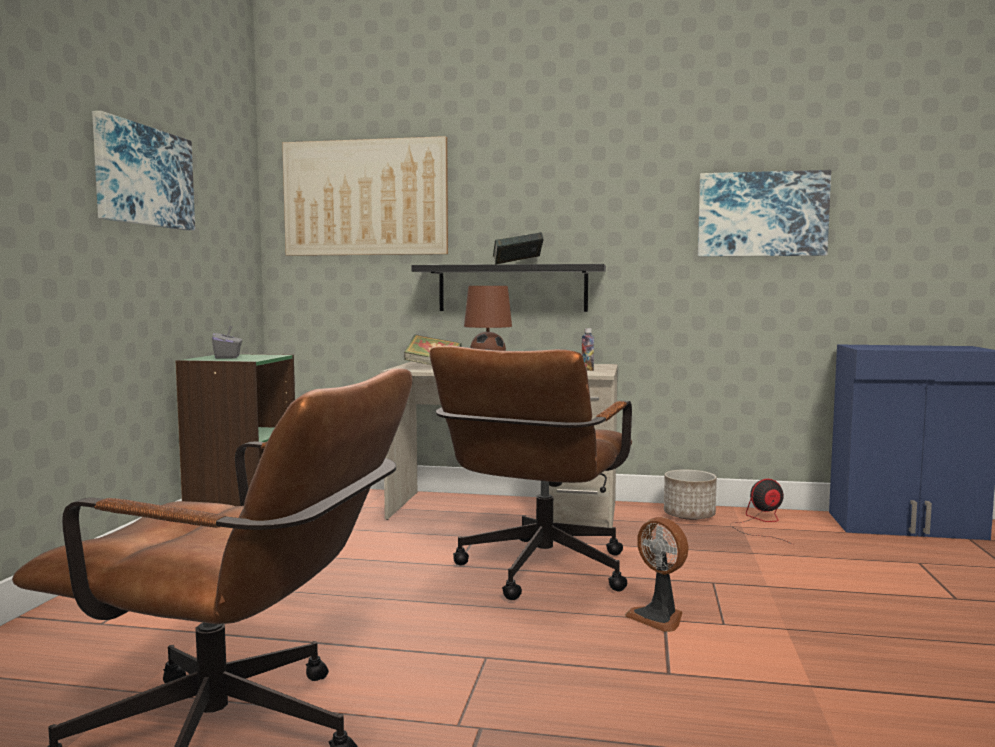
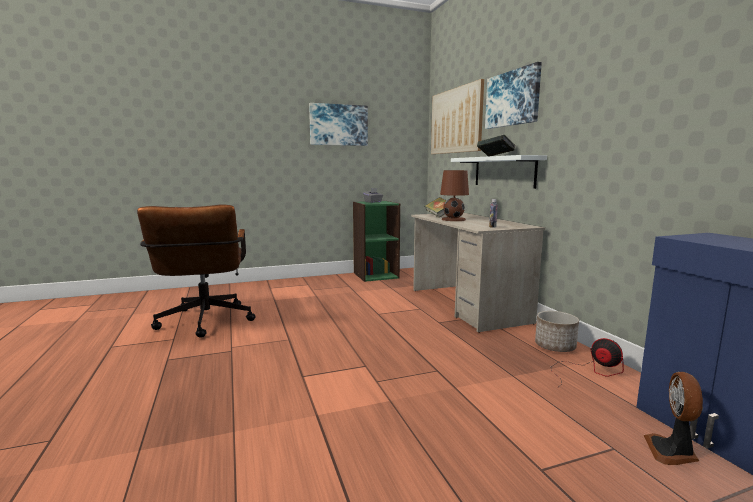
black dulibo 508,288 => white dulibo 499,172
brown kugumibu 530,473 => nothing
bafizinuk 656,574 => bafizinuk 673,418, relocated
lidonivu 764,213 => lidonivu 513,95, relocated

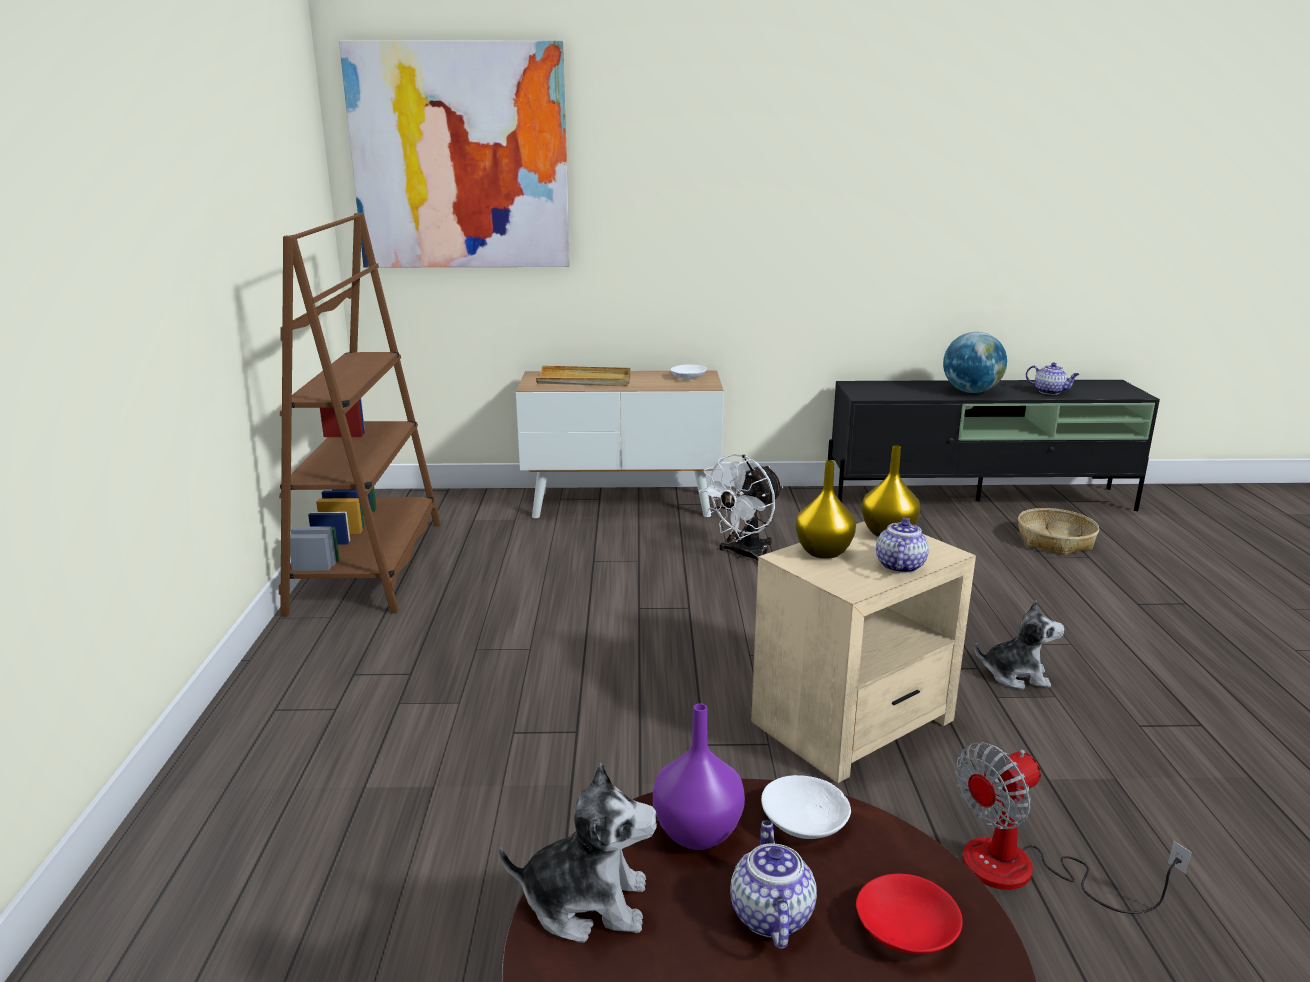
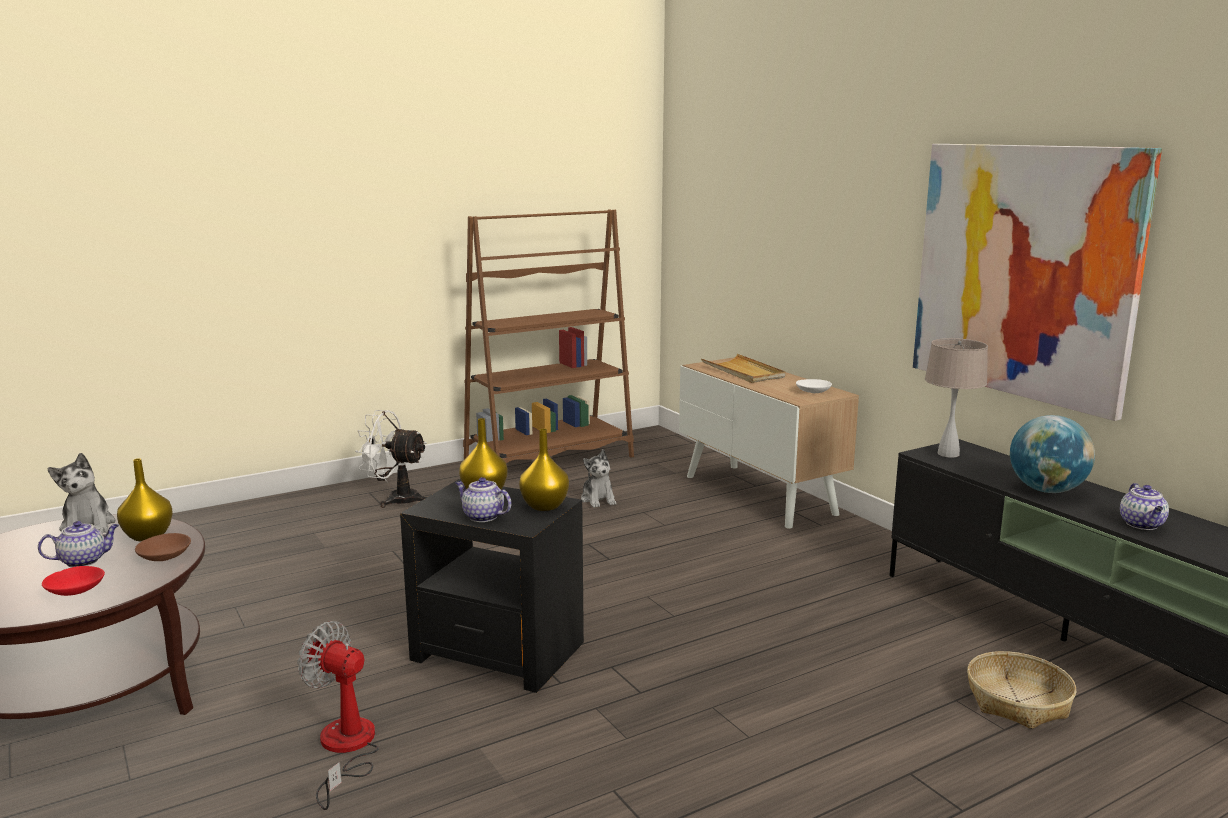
lidonivu 454,154 => lidonivu 1037,282, relocated
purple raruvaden 699,776 => yellow raruvaden 145,499
white bafizinuk 741,507 => white bafizinuk 391,459, relocated
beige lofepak 863,652 => black lofepak 492,586
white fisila 806,807 => brown fisila 163,547
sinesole 902,545 => sinesole 483,499, 135 degrees counterclockwise
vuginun 1020,644 => vuginun 598,478, relocated
nothing => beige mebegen 956,398

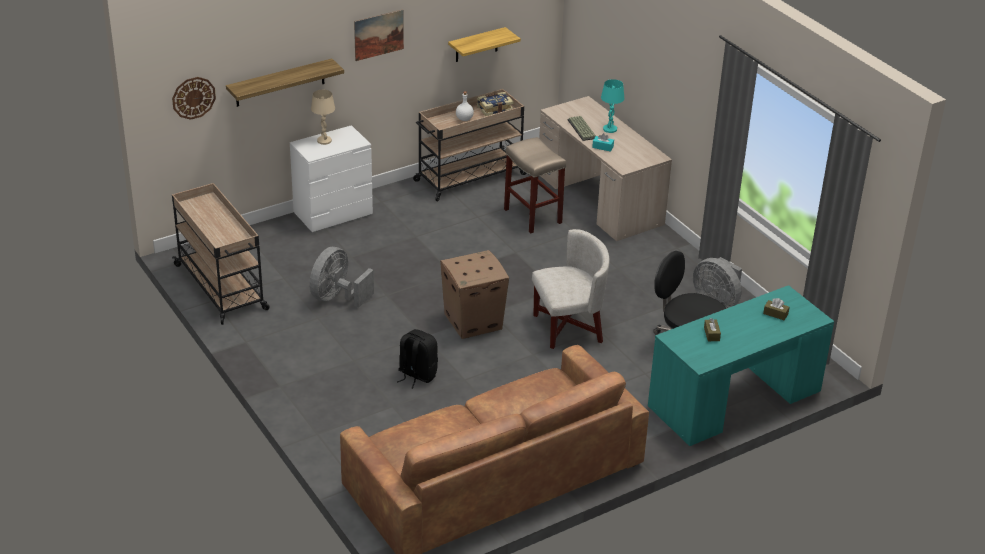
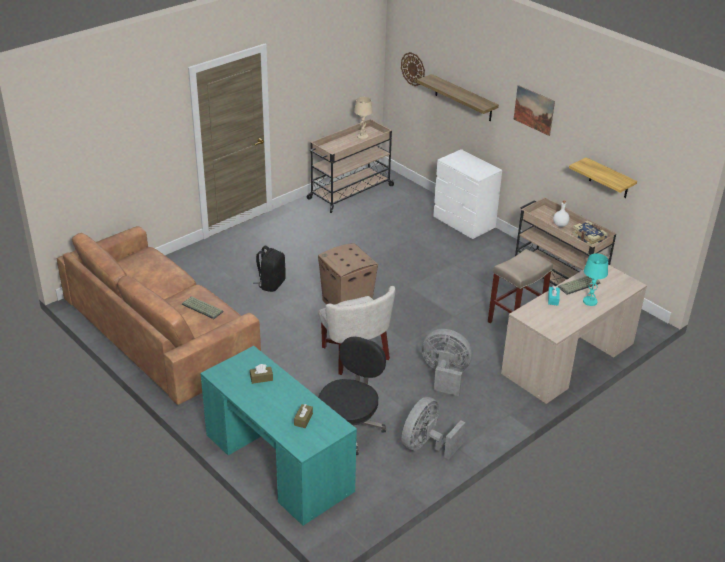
grey bafizinuk 341,277 => grey bafizinuk 447,362, relocated
beige mebegen 323,117 => beige mebegen 363,118, relocated
nothing => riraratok 202,307

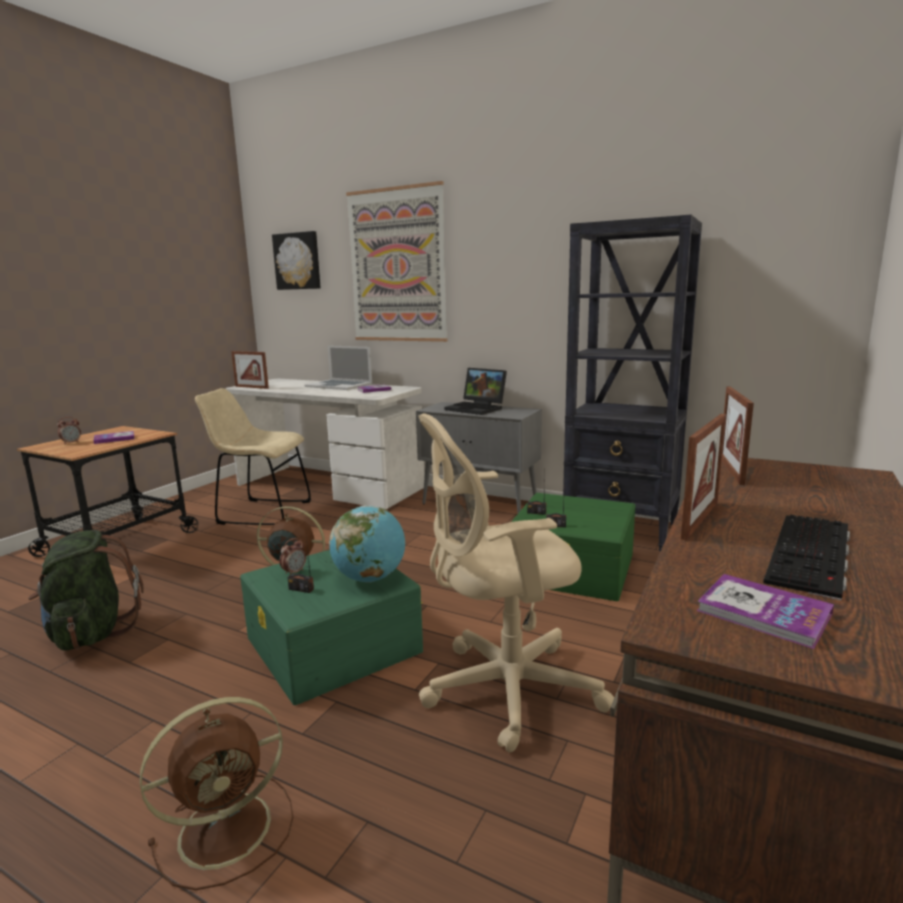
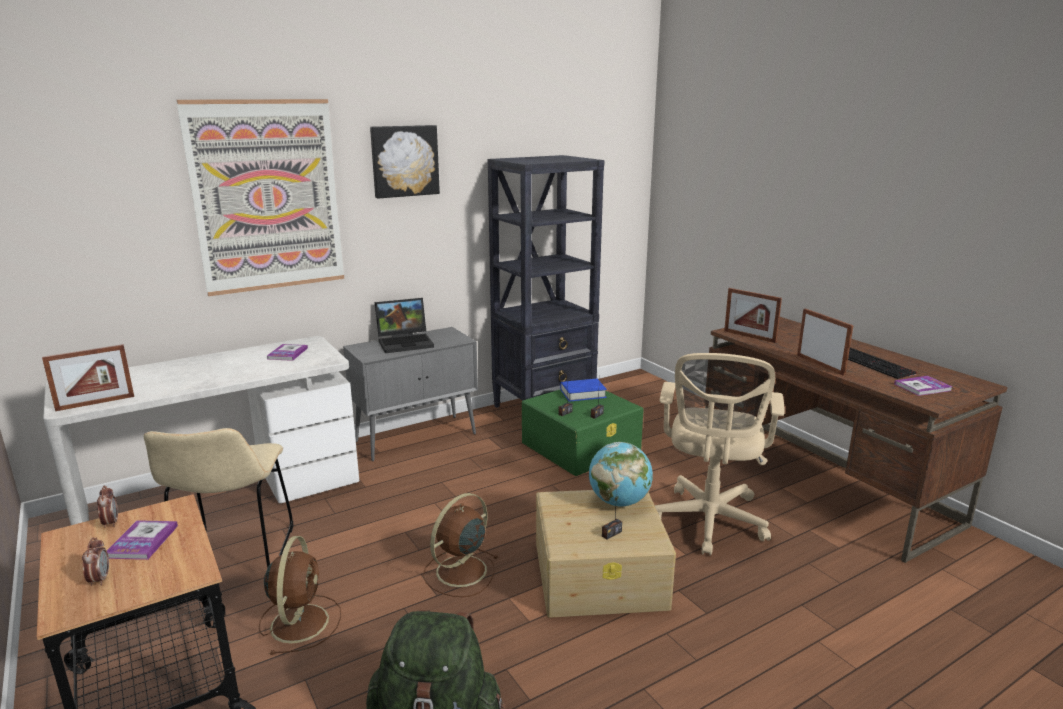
brown bafizinuk 216,793 => brown bafizinuk 300,595, relocated
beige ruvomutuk 253,456 => beige ruvomutuk 219,498, 45 degrees counterclockwise
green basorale 331,627 => beige basorale 606,554
lidonivu 296,260 => lidonivu 405,161, relocated
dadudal 292,556 => dadudal 107,506, relocated
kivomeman 338,367 => nothing
nothing => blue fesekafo 583,390

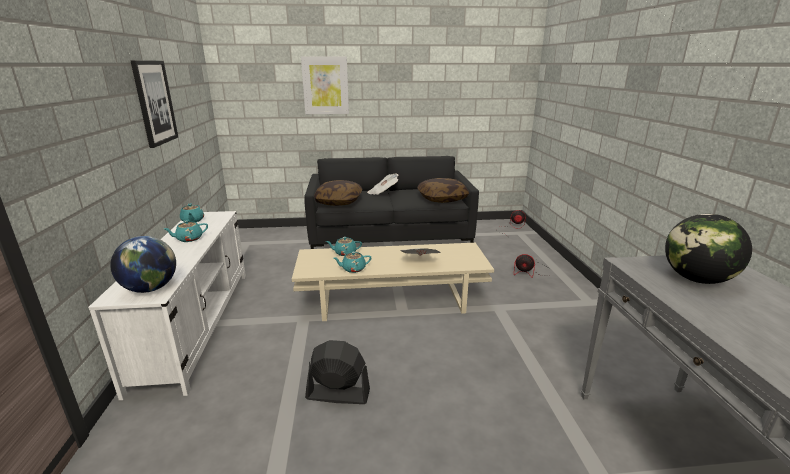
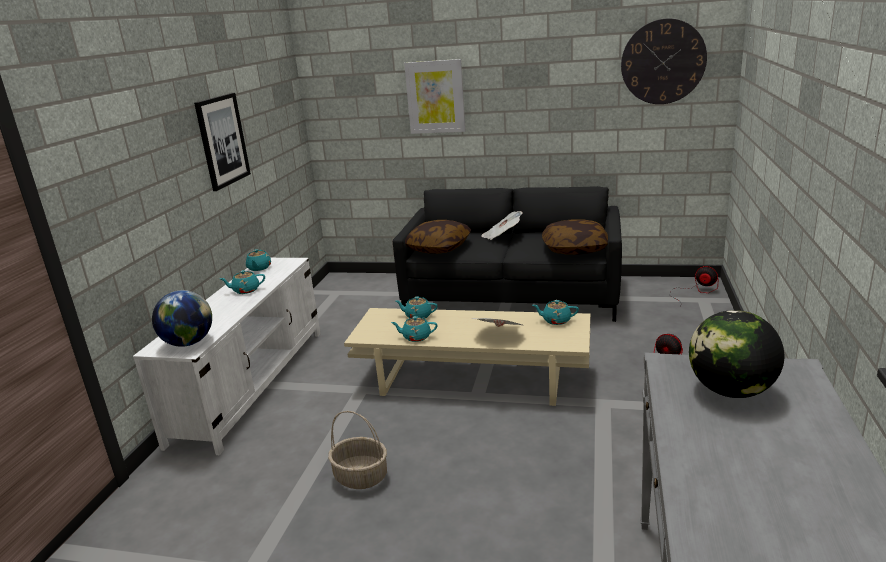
black bafizinuk 337,372 => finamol 357,450
nothing => turquoise sinesole 556,312
nothing => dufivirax 664,61

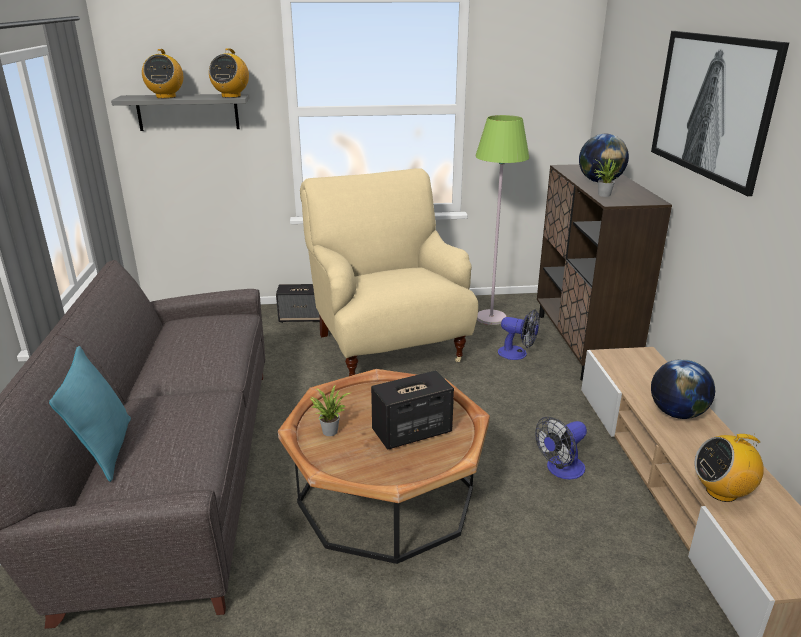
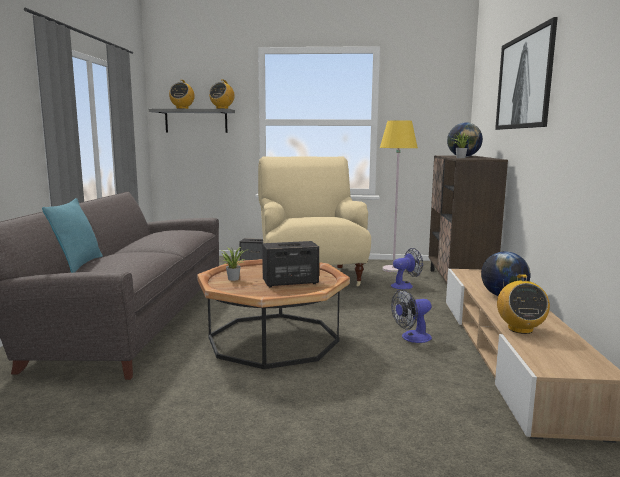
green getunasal 502,220 => yellow getunasal 399,196
bafizinuk 519,335 => bafizinuk 407,268, 60 degrees counterclockwise
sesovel 729,468 => sesovel 523,304, 90 degrees counterclockwise

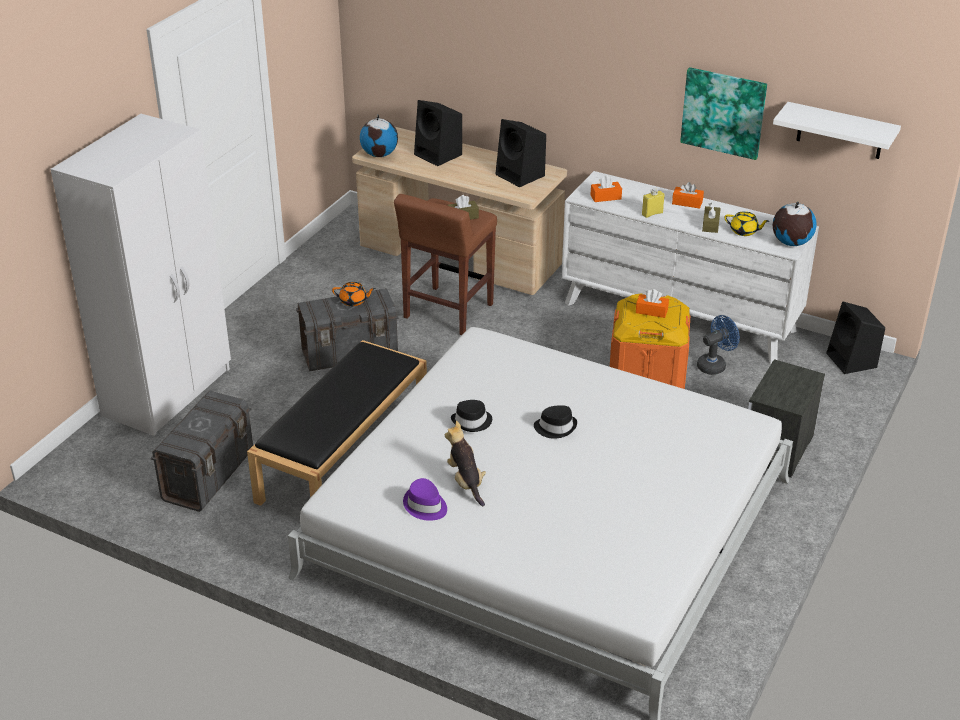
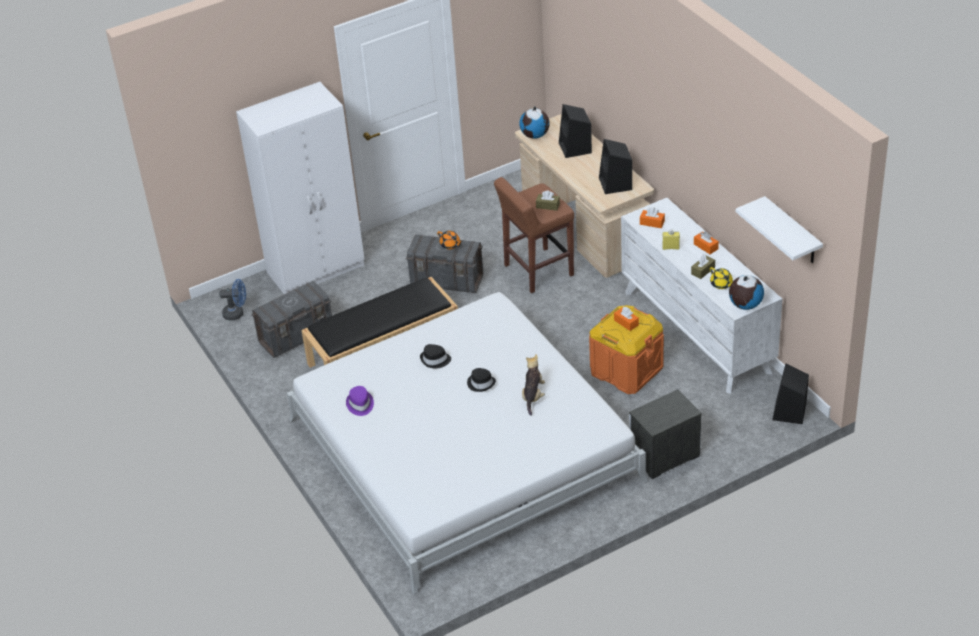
vuginun 465,463 => vuginun 533,385, relocated
lidonivu 723,113 => nothing
blue bafizinuk 718,345 => blue bafizinuk 232,299, relocated

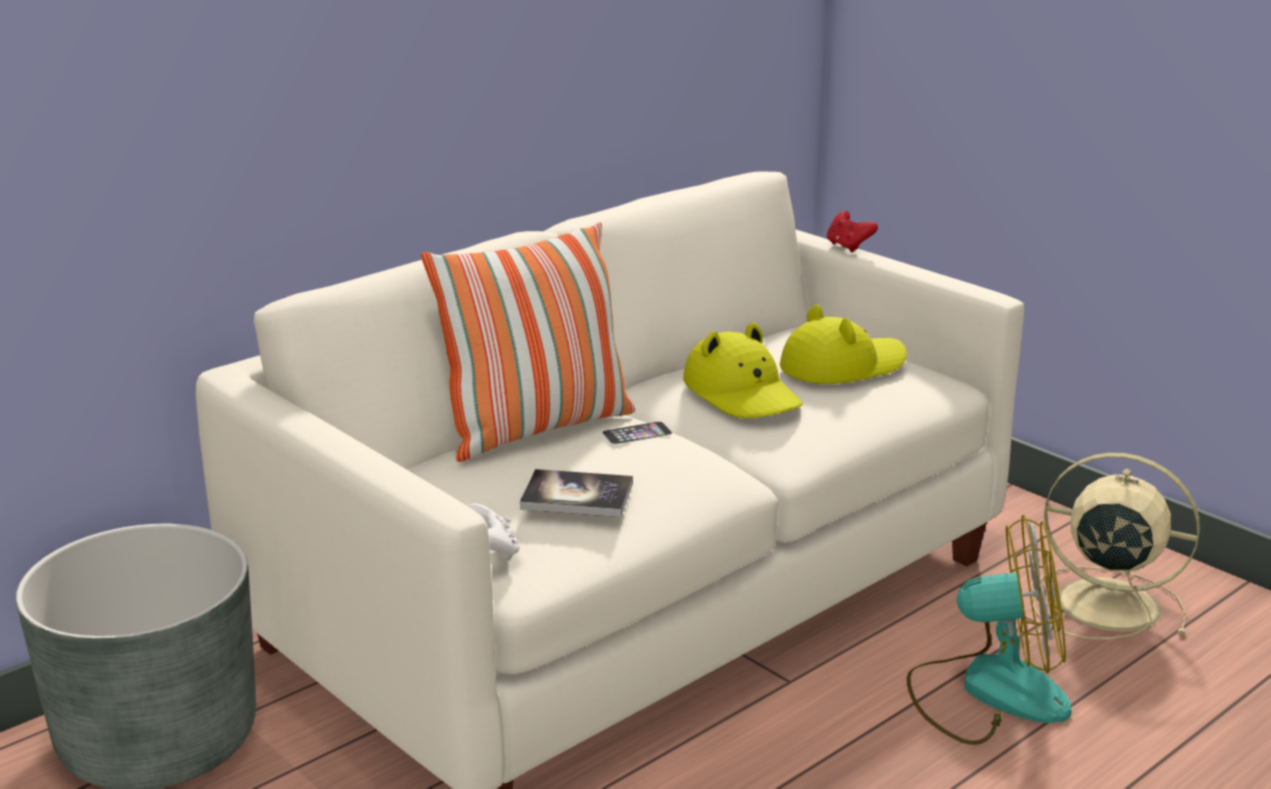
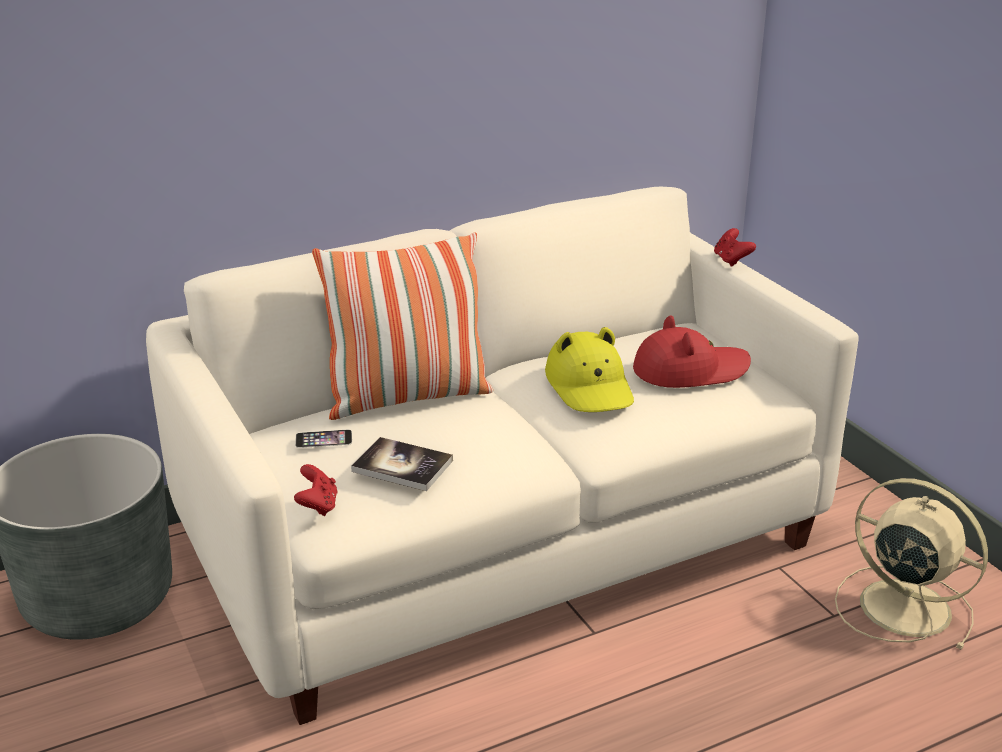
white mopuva 494,532 => red mopuva 316,490
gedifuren 637,433 => gedifuren 323,439, relocated
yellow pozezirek 843,344 => red pozezirek 692,352
bafizinuk 989,629 => nothing

